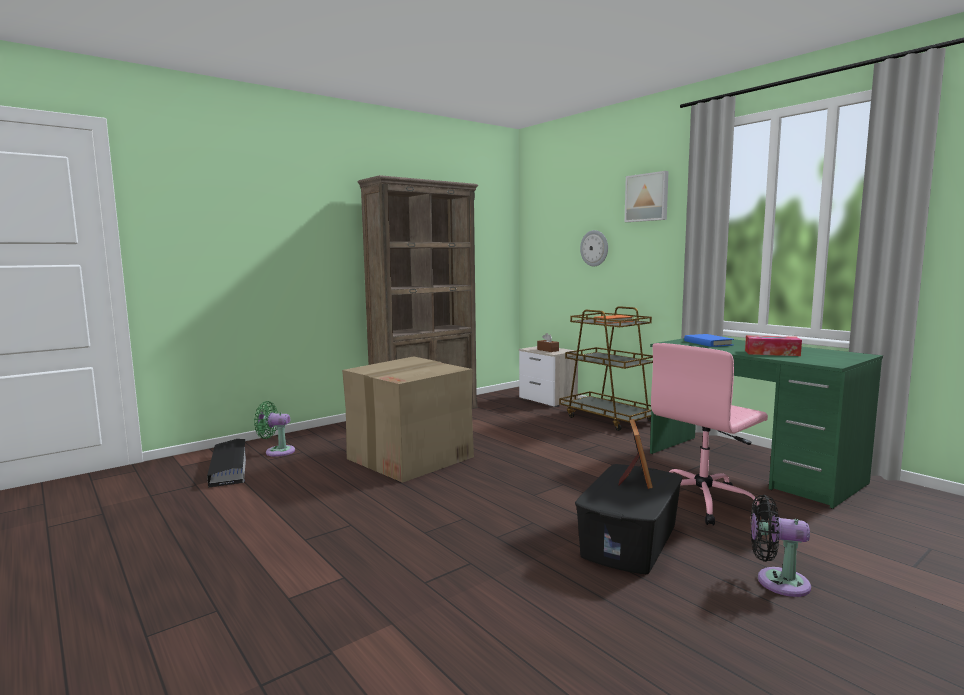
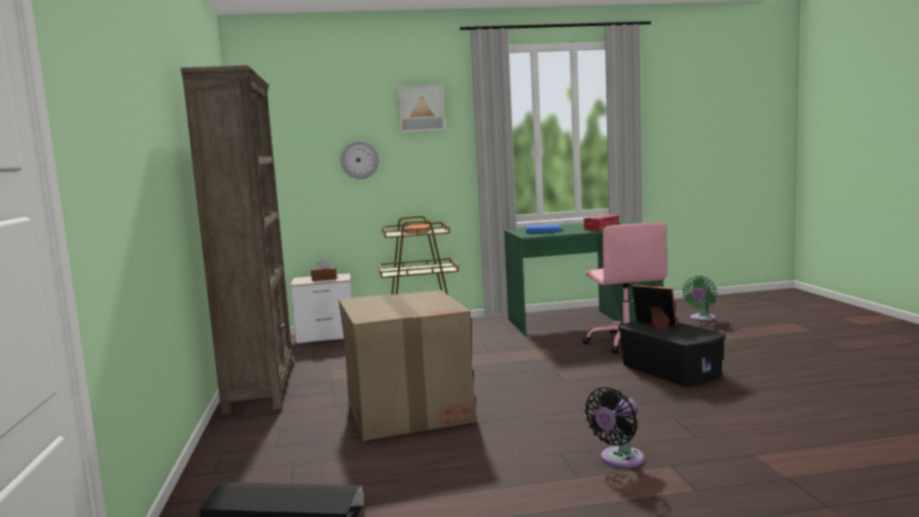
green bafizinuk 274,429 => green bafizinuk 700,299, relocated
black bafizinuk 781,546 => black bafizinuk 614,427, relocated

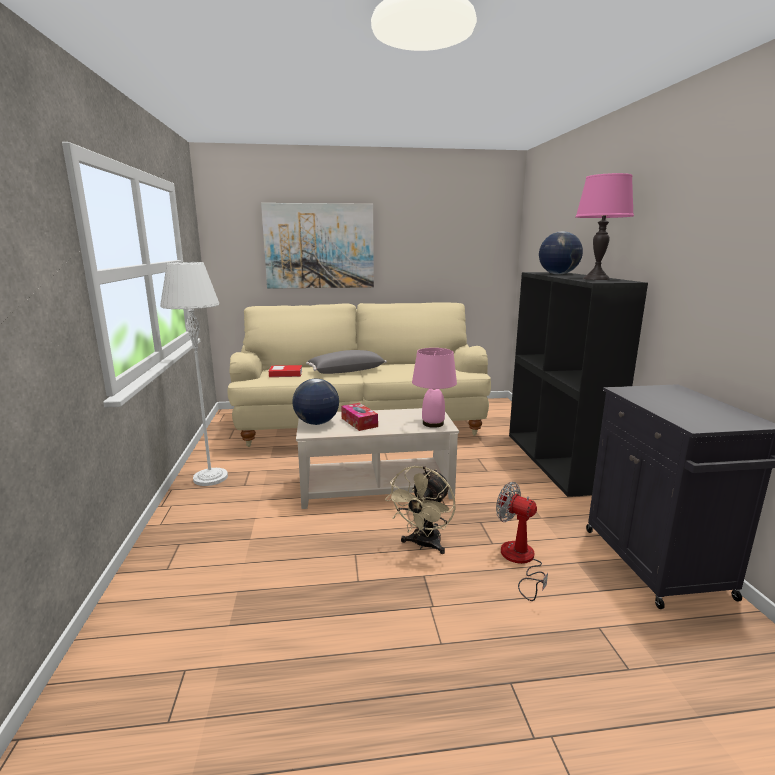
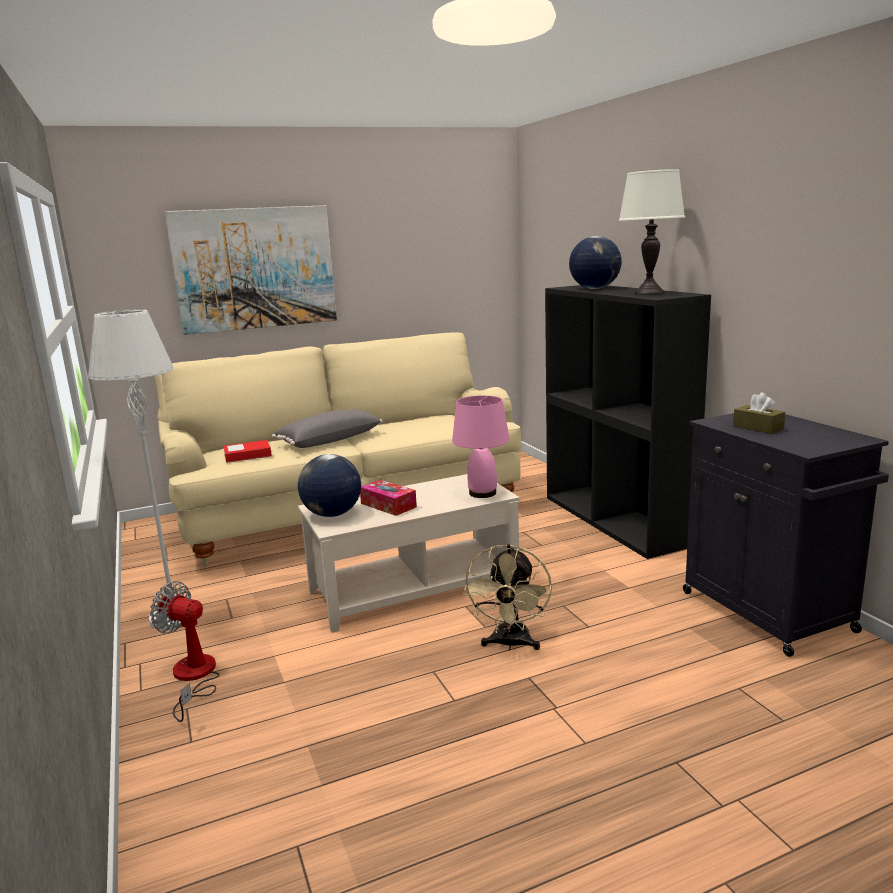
bafizinuk 522,541 => bafizinuk 185,651, relocated
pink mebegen 604,226 => white mebegen 652,232
nothing => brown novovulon 759,413

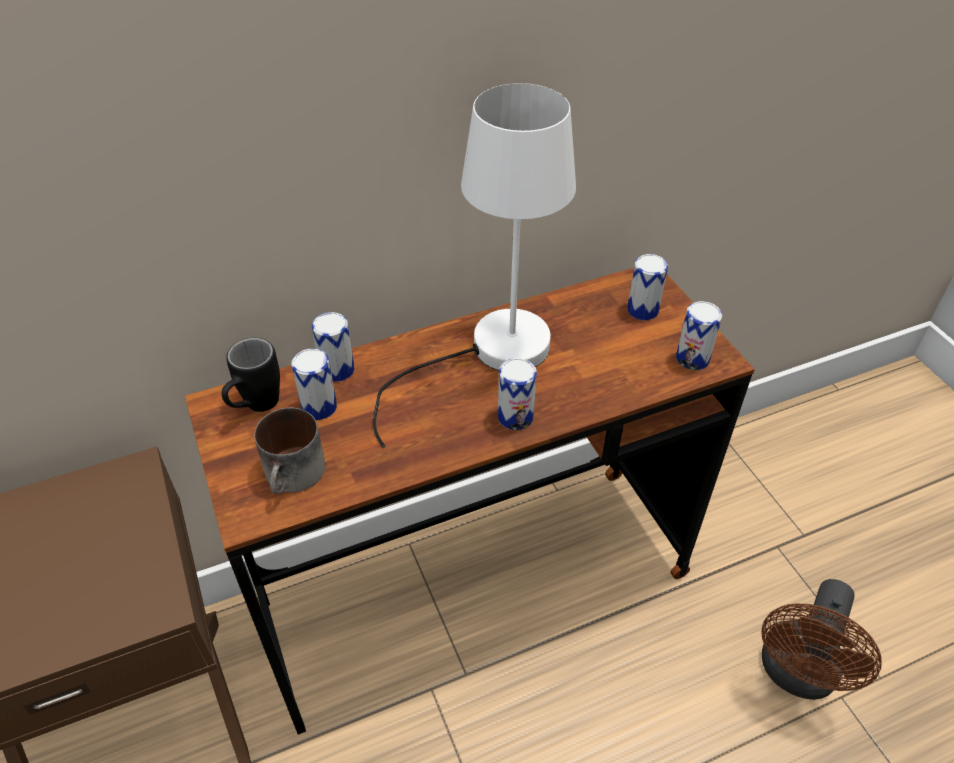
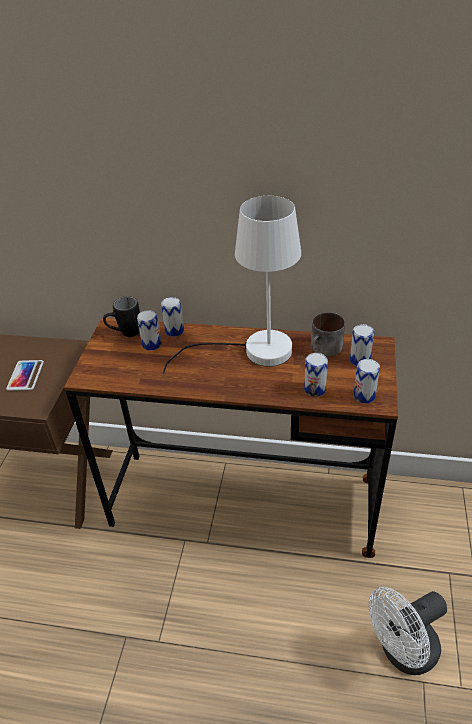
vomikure 289,451 => vomikure 327,334, relocated
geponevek 517,394 => geponevek 316,375, relocated
brown bafizinuk 821,639 => white bafizinuk 408,631
nothing => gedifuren 25,375

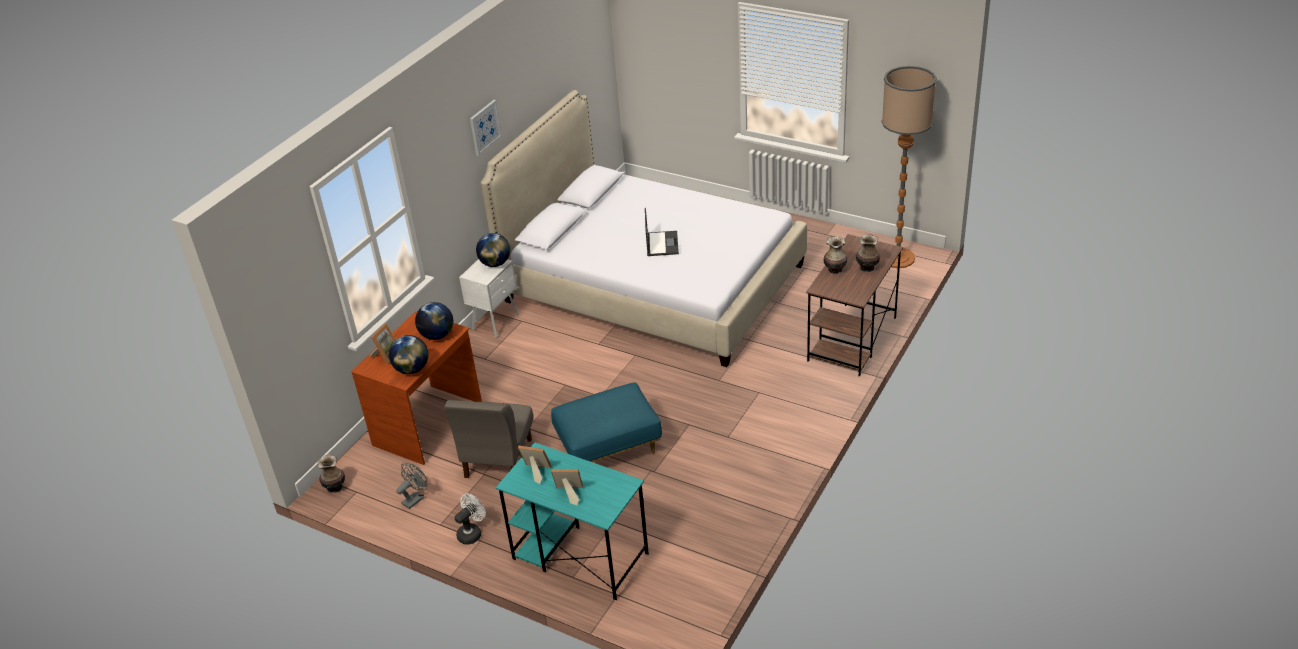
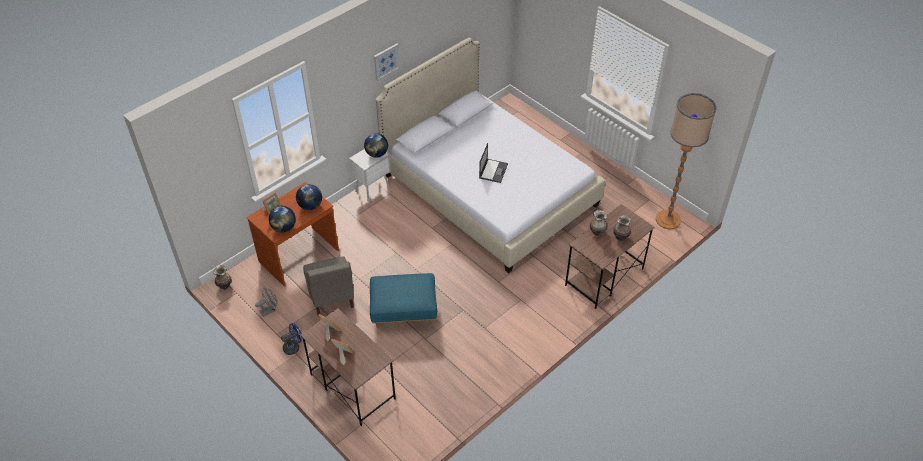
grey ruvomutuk 489,439 => grey ruvomutuk 328,286, 45 degrees counterclockwise
white bafizinuk 470,519 => blue bafizinuk 291,339
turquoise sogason 572,521 => brown sogason 348,367

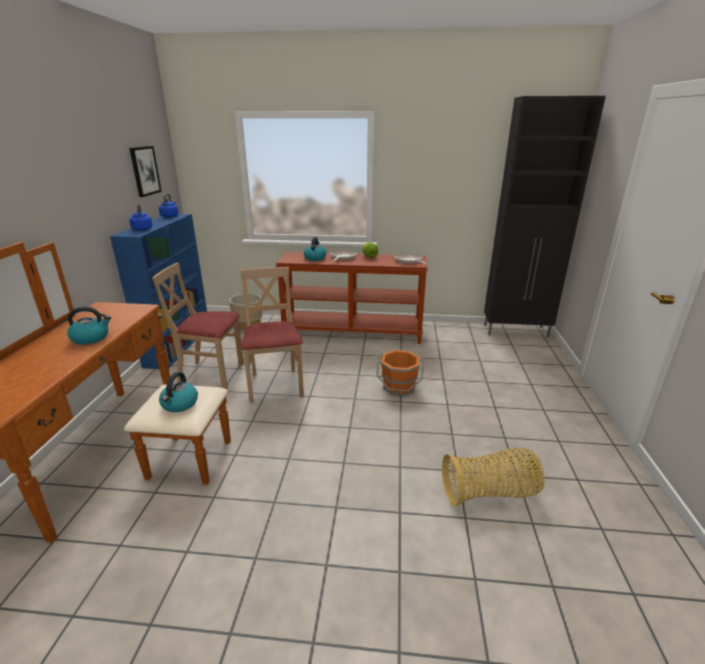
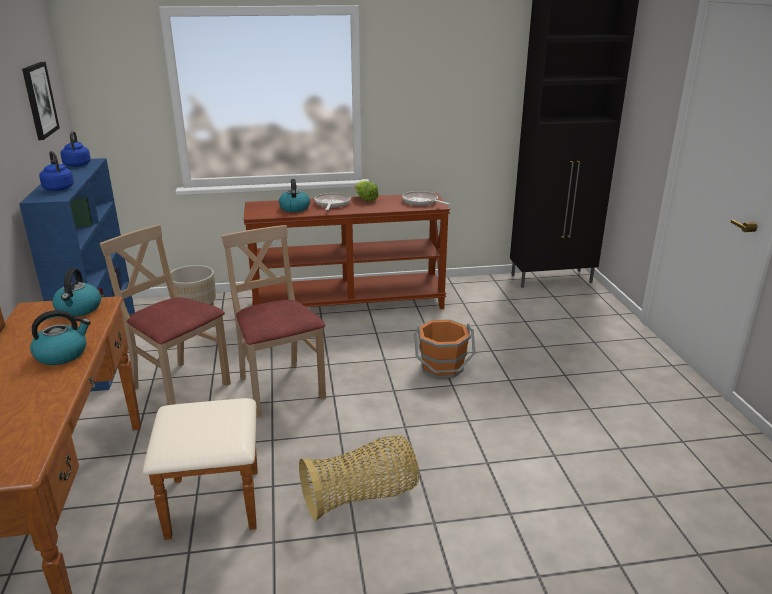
beige ruvomutuk 198,326 => beige ruvomutuk 165,314, 45 degrees clockwise
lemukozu 178,392 => lemukozu 76,292, relocated
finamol 493,477 => finamol 359,478, relocated

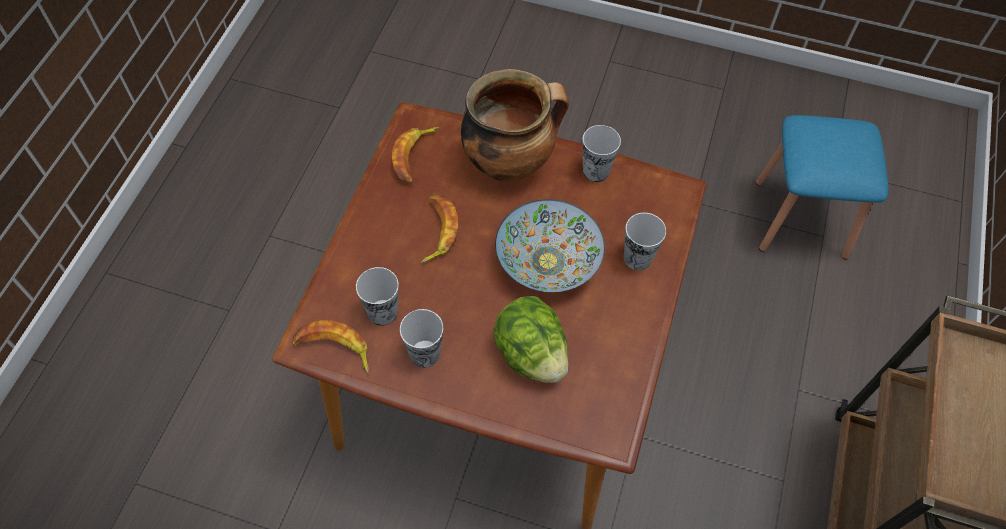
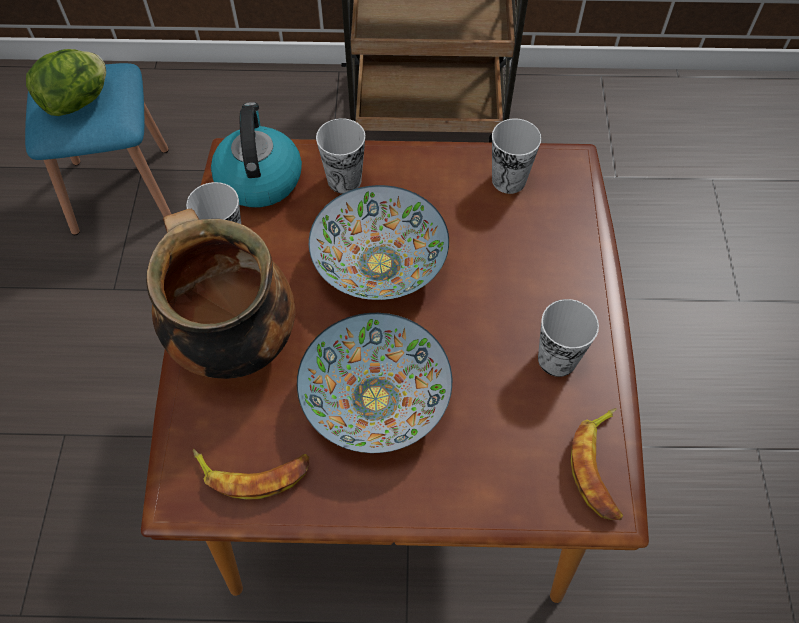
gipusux 377,296 => gipusux 517,156, relocated
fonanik 439,229 => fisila 374,383
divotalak 531,339 => divotalak 66,82, relocated
nothing => lemukozu 256,154

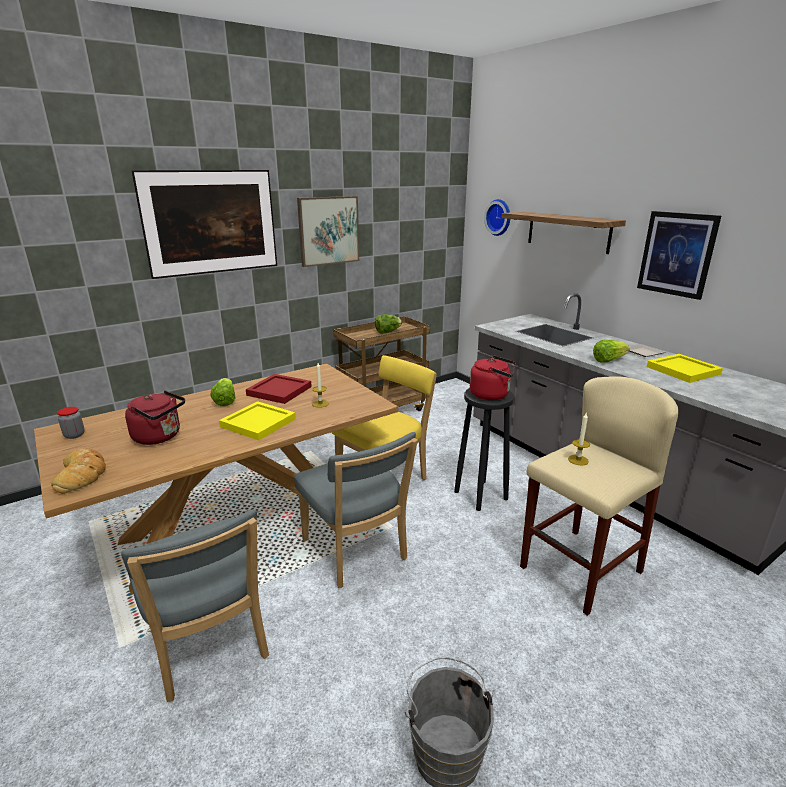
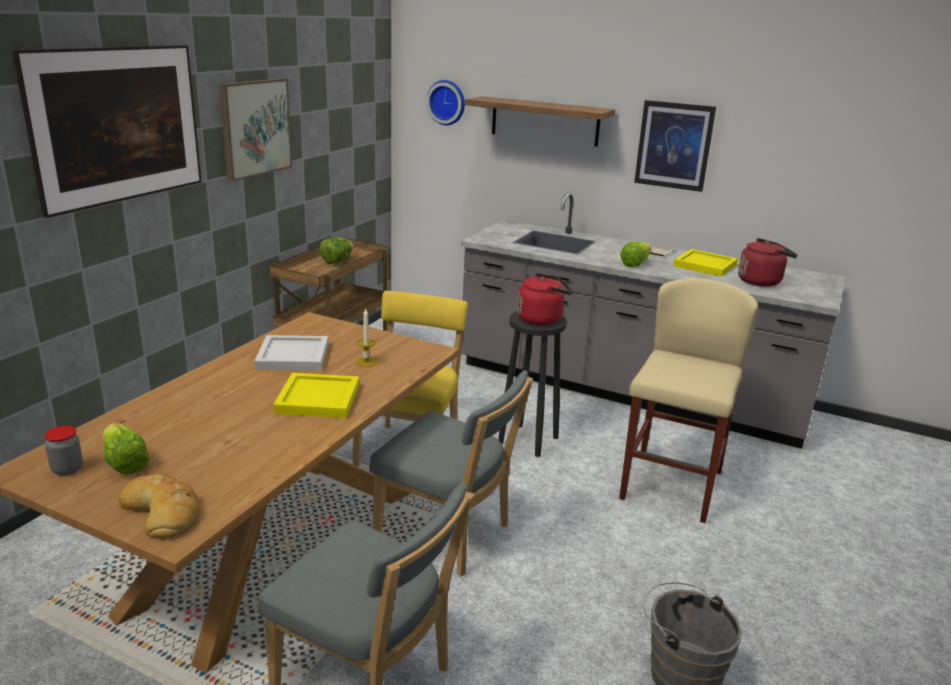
red lemukozu 155,417 => red lemukozu 768,262, relocated
divotalak 222,392 => divotalak 126,449, relocated
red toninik 279,389 => white toninik 291,352
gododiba 579,439 => nothing

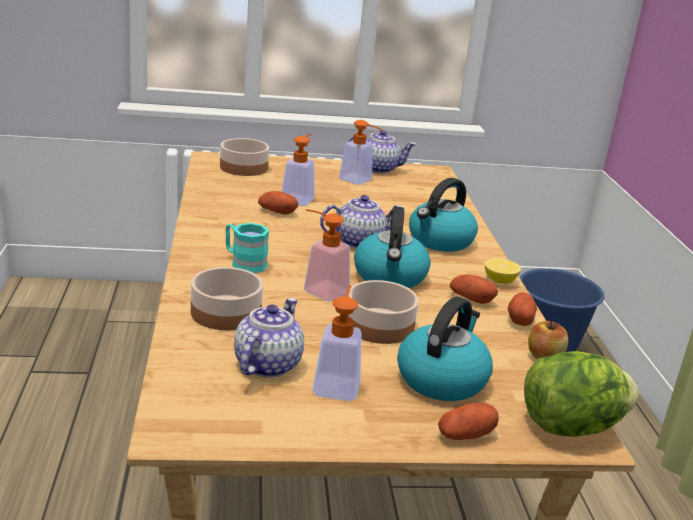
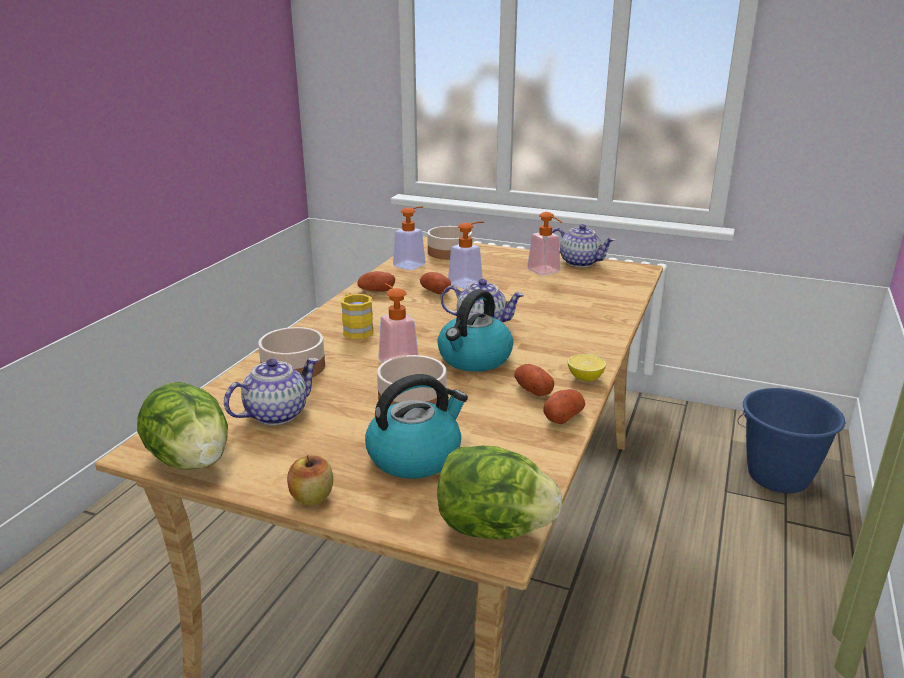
turquoise vomikure 247,248 => yellow vomikure 357,316
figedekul 337,343 => figedekul 409,238, relocated
lemukozu 443,215 => nothing
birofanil 468,421 => birofanil 376,281, relocated
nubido 548,340 => nubido 310,480, relocated
nothing => divotalak 182,426

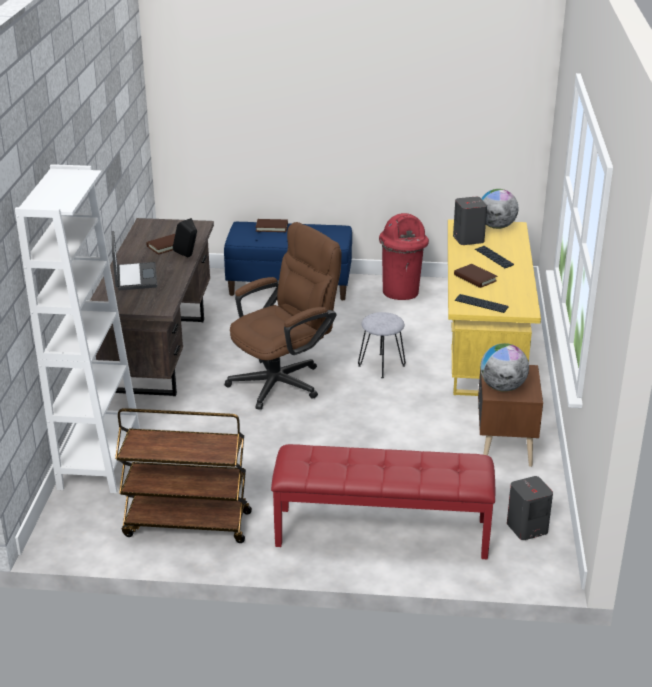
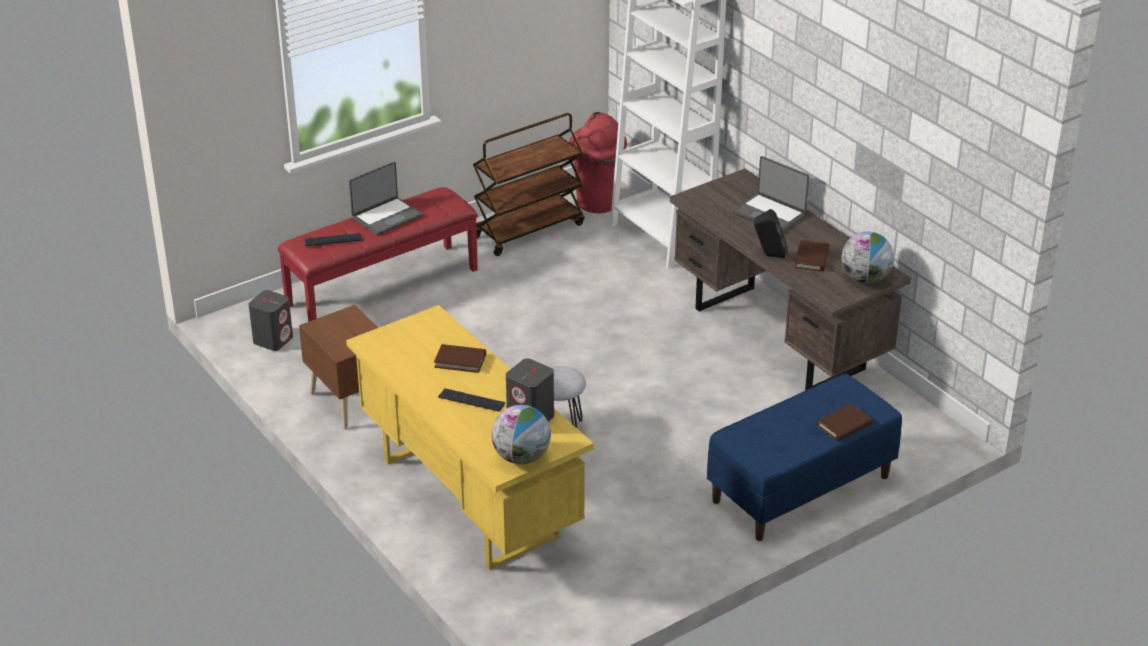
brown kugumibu 283,316 => nothing
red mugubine 404,256 => red mugubine 598,162, relocated
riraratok 482,303 => riraratok 333,239, relocated
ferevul 504,367 => ferevul 867,258, relocated
nothing => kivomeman 385,199

